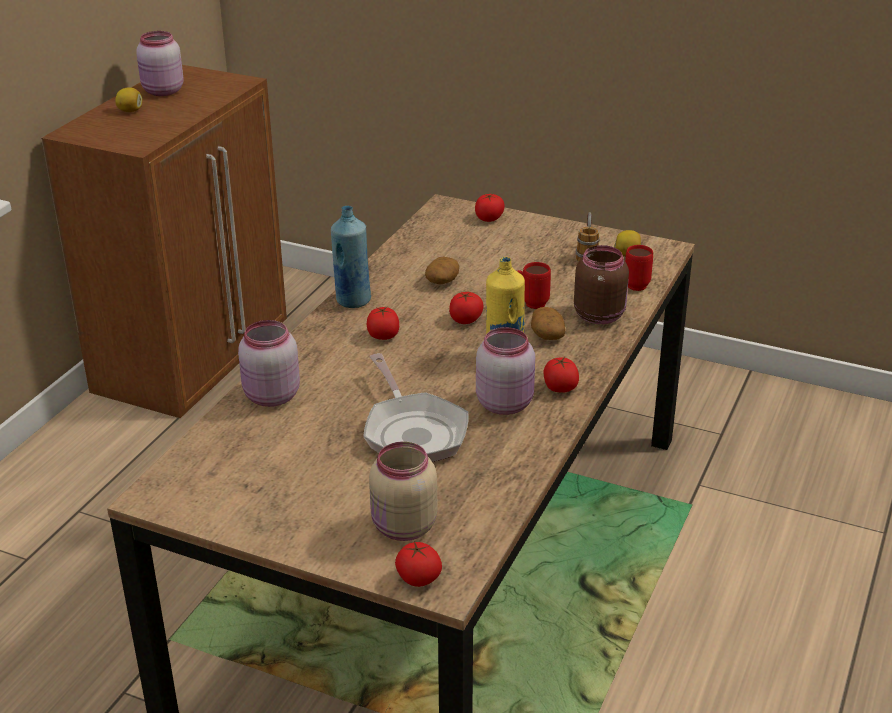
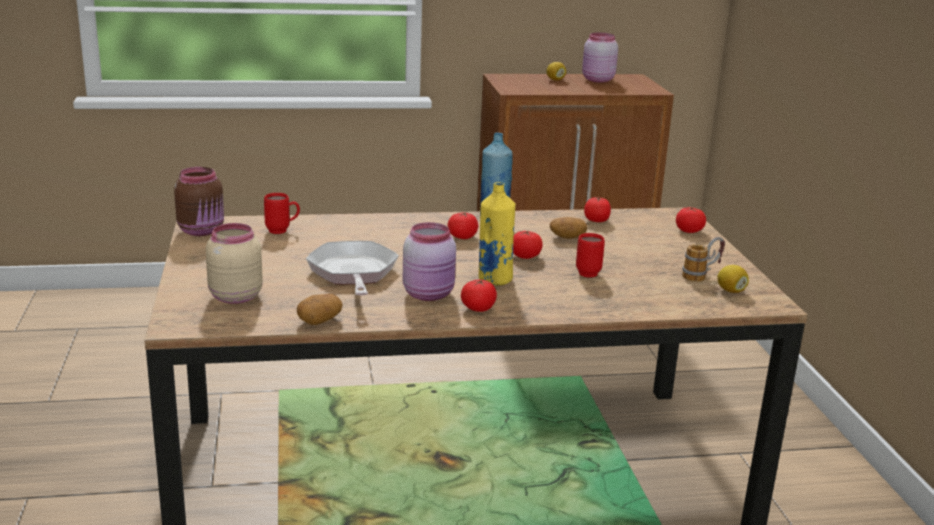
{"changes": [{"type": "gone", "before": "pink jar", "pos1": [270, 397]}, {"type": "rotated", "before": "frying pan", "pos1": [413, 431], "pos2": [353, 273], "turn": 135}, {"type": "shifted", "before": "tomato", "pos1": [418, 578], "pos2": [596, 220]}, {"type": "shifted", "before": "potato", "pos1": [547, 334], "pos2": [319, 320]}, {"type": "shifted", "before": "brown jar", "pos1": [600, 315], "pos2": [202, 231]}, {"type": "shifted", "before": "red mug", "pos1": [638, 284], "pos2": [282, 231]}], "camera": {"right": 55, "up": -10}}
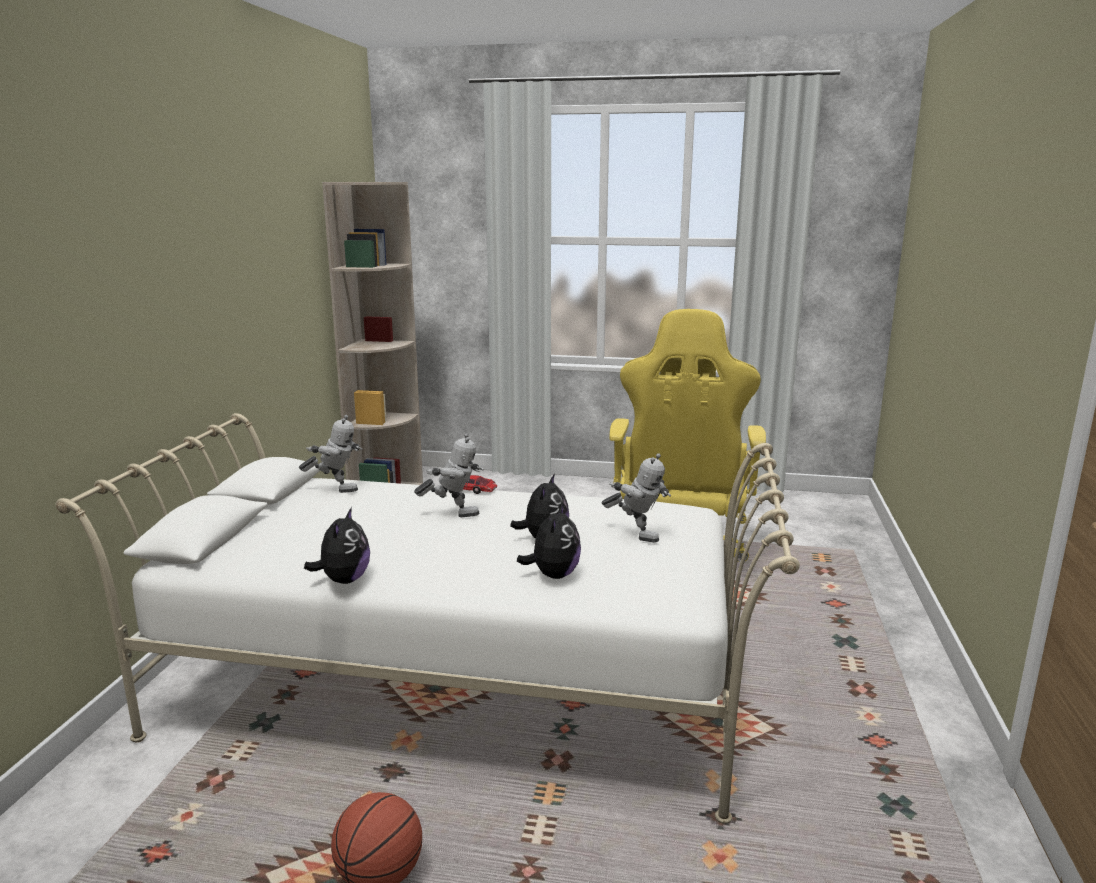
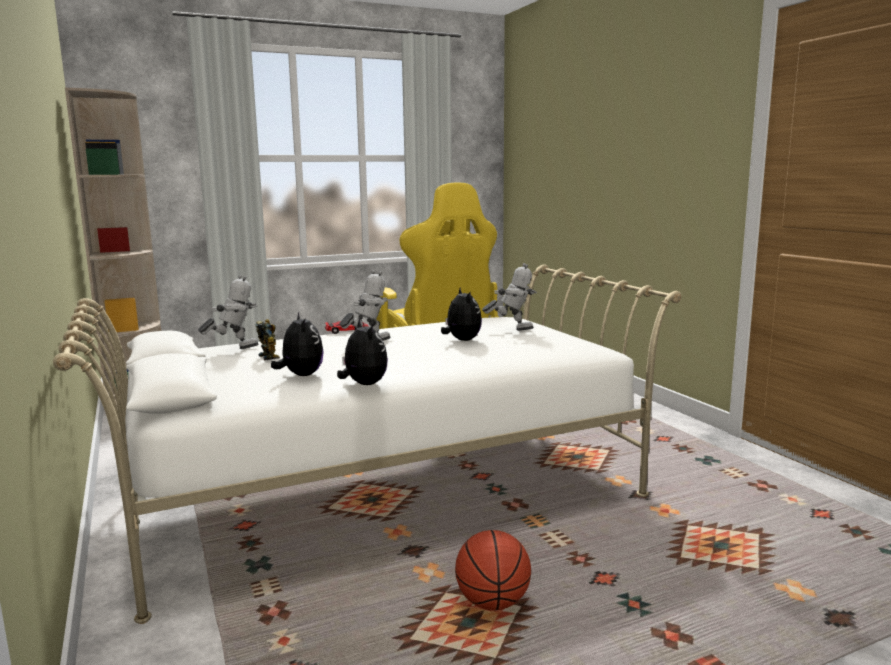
{"changes": [{"type": "shifted", "before": "plush toy", "pos1": [553, 575], "pos2": [300, 375]}, {"type": "new", "after": "toy robot", "pos2": [271, 356]}], "camera": {"right": -35, "up": -5}}
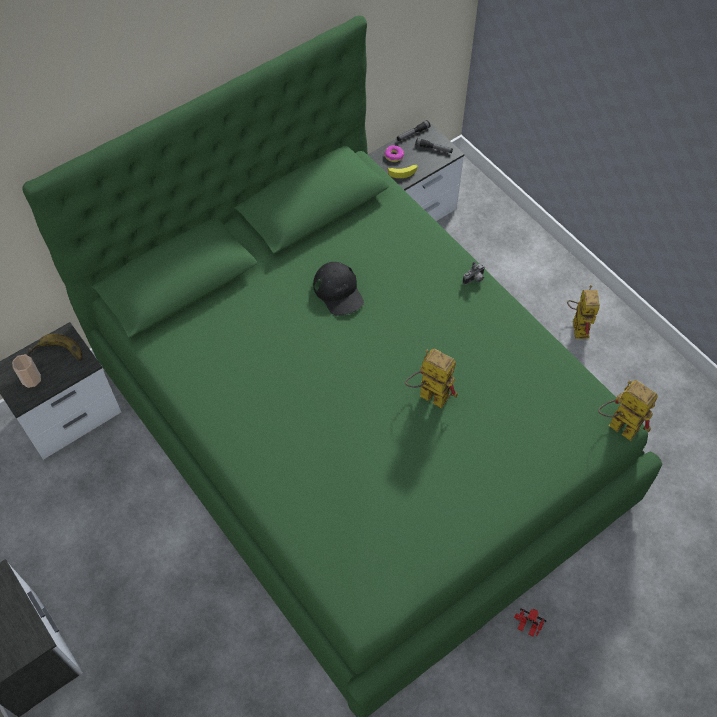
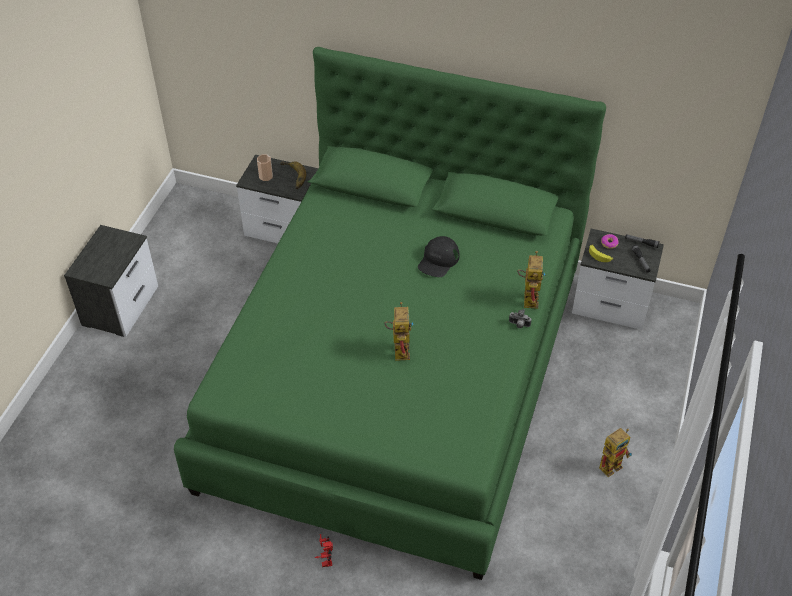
{"changes": [{"type": "shifted", "before": "toy robot", "pos1": [616, 425], "pos2": [528, 296]}], "camera": {"right": 55, "up": -10}}
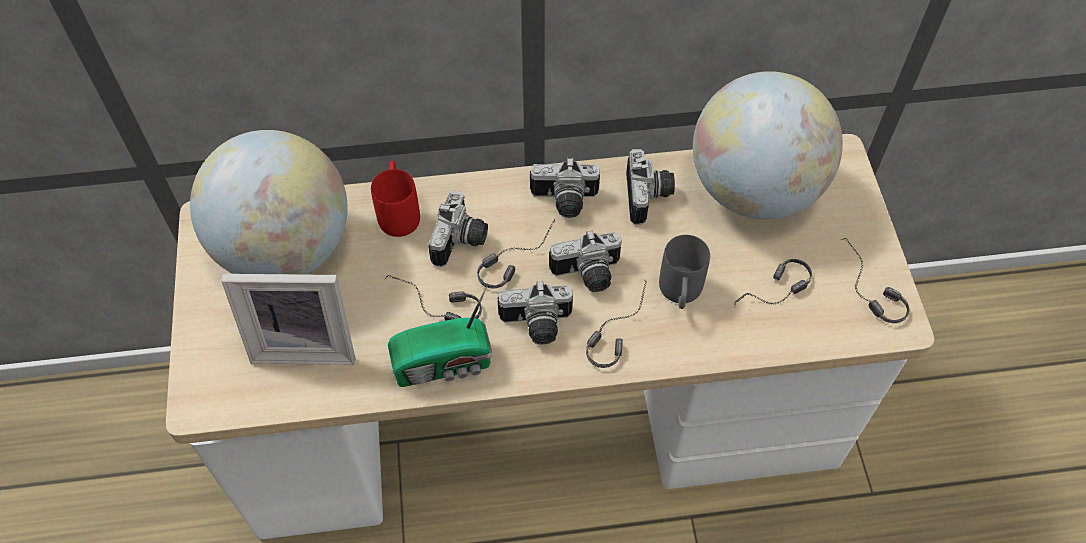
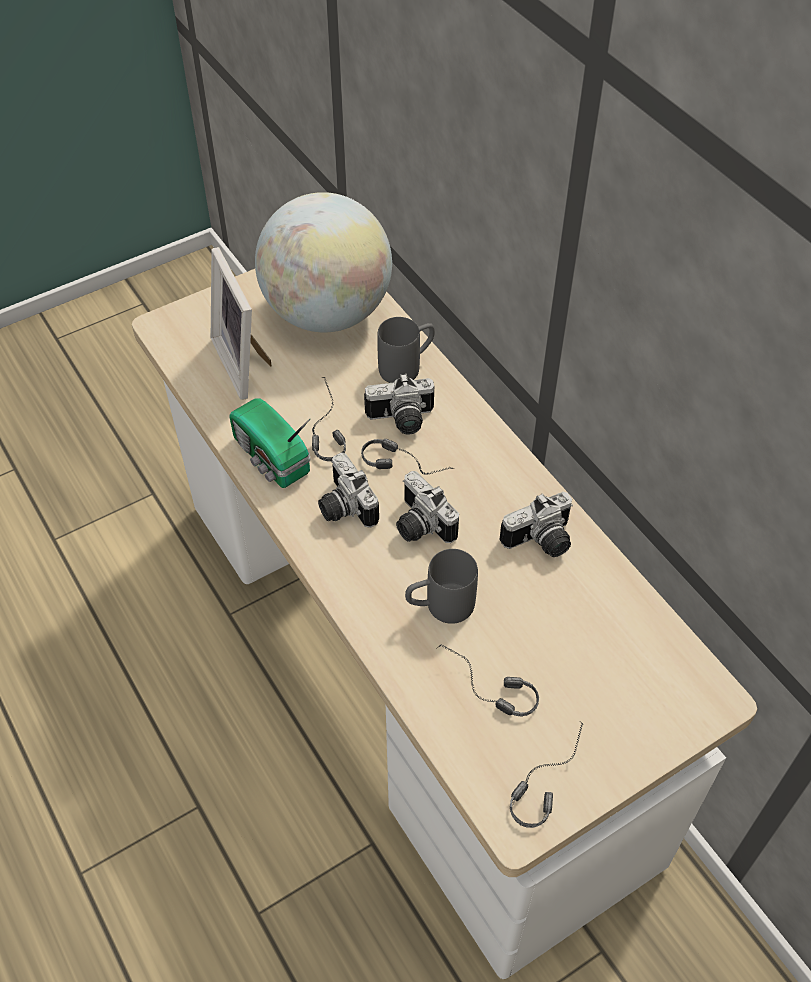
{"changes": [{"type": "repainted", "before": "red mug", "after": "grey mug", "pos1": [398, 211], "pos2": [407, 366]}, {"type": "gone", "before": "photo camera", "pos1": [564, 202]}, {"type": "gone", "before": "headphones", "pos1": [614, 327]}, {"type": "gone", "before": "globe", "pos1": [754, 190]}], "camera": {"right": 65, "up": -5}}
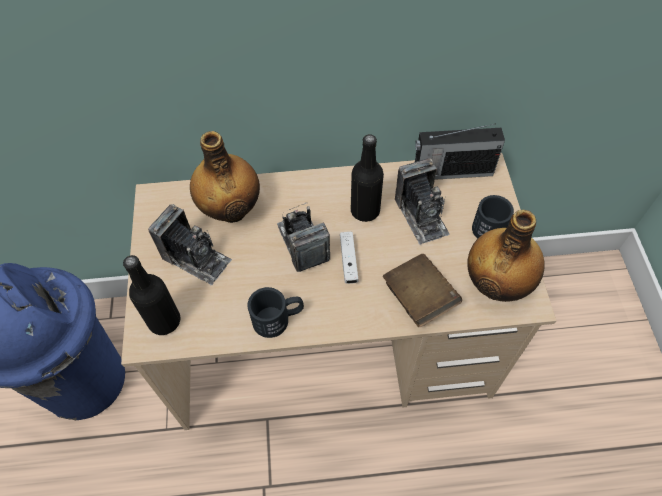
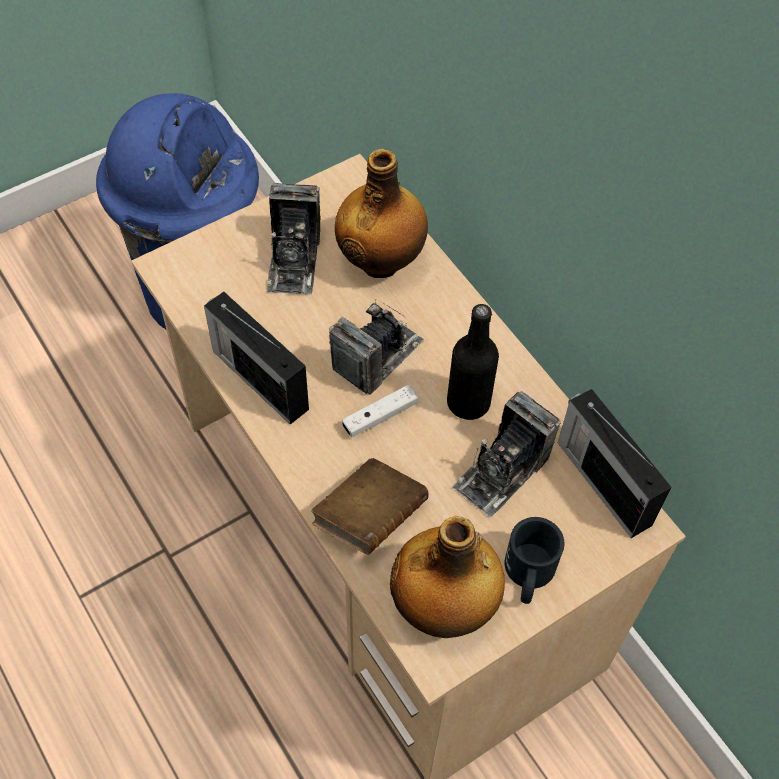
{"changes": [{"type": "gone", "before": "black bottle", "pos1": [164, 321]}, {"type": "swapped", "before": "black mug", "after": "radio", "pos1": [278, 319], "pos2": [259, 378]}], "camera": {"right": 60, "up": 0}}
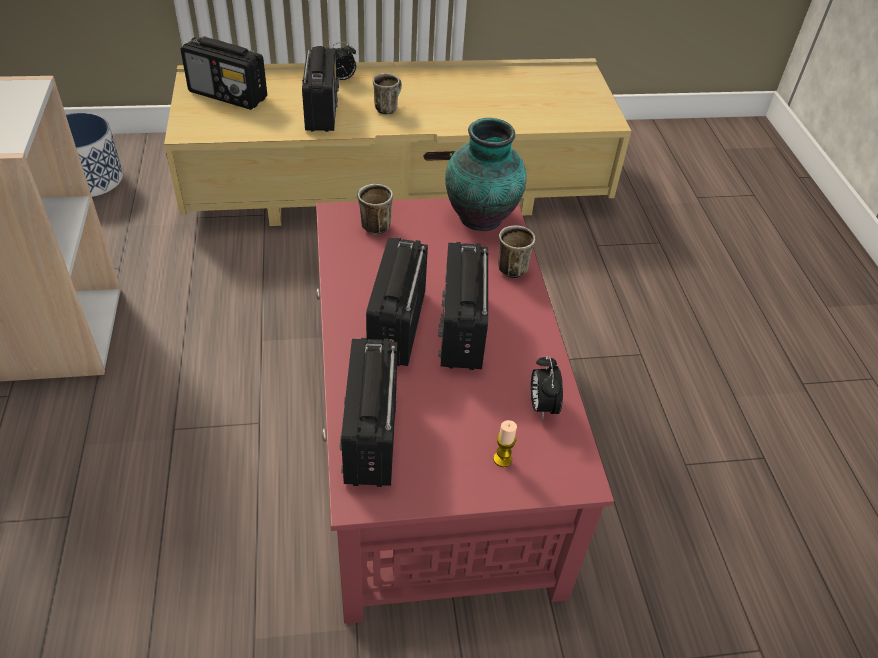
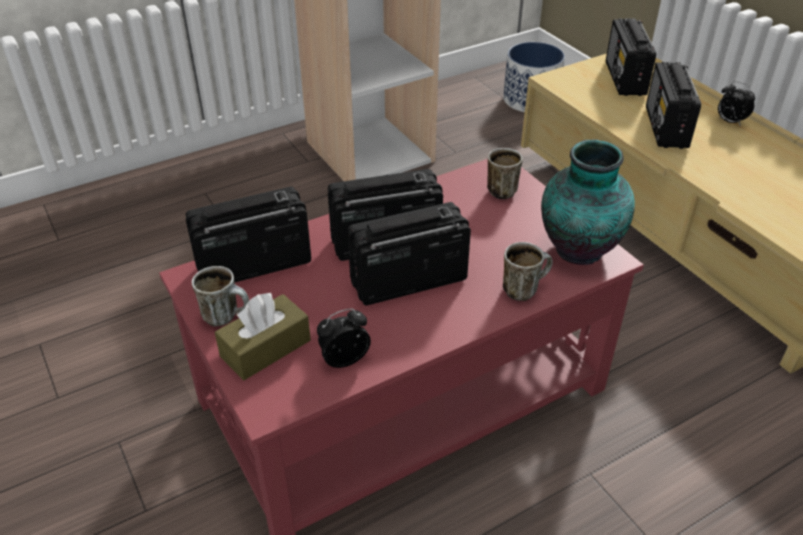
{"changes": [{"type": "rotated", "before": "radio", "pos1": [322, 111], "pos2": [666, 128], "turn": 120}, {"type": "shifted", "before": "mug", "pos1": [387, 107], "pos2": [227, 316]}, {"type": "swapped", "before": "candle", "after": "brown tissue box", "pos1": [502, 459], "pos2": [265, 348]}], "camera": {"right": 70, "up": -5}}
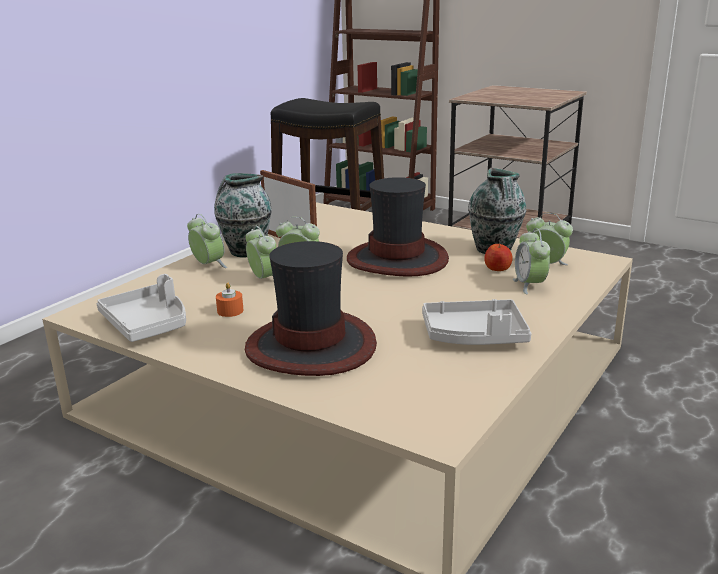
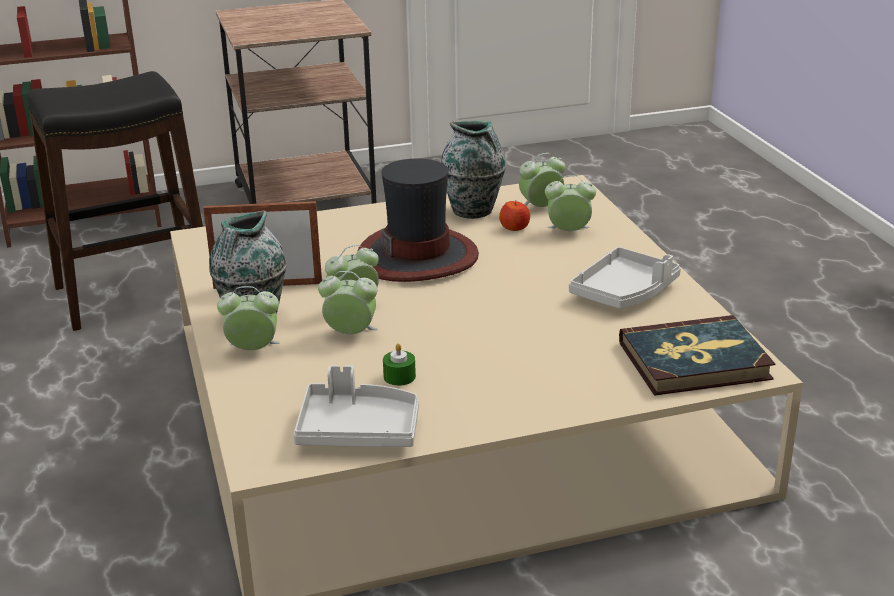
{"changes": [{"type": "repainted", "before": "orange candle", "after": "green candle", "pos1": [230, 311], "pos2": [399, 377]}, {"type": "gone", "before": "hat", "pos1": [311, 346]}, {"type": "rotated", "before": "alarm clock", "pos1": [530, 285], "pos2": [568, 232], "turn": 150}, {"type": "new", "after": "book", "pos2": [694, 361]}], "camera": {"right": -50, "up": 5}}
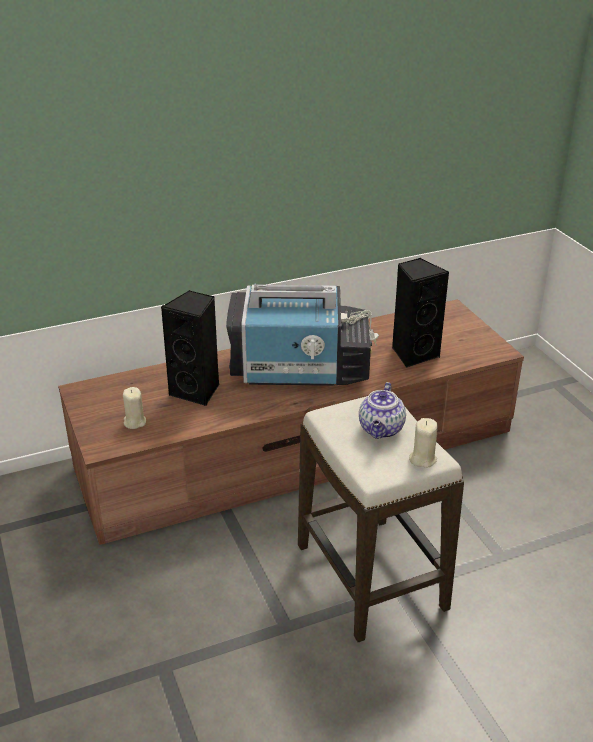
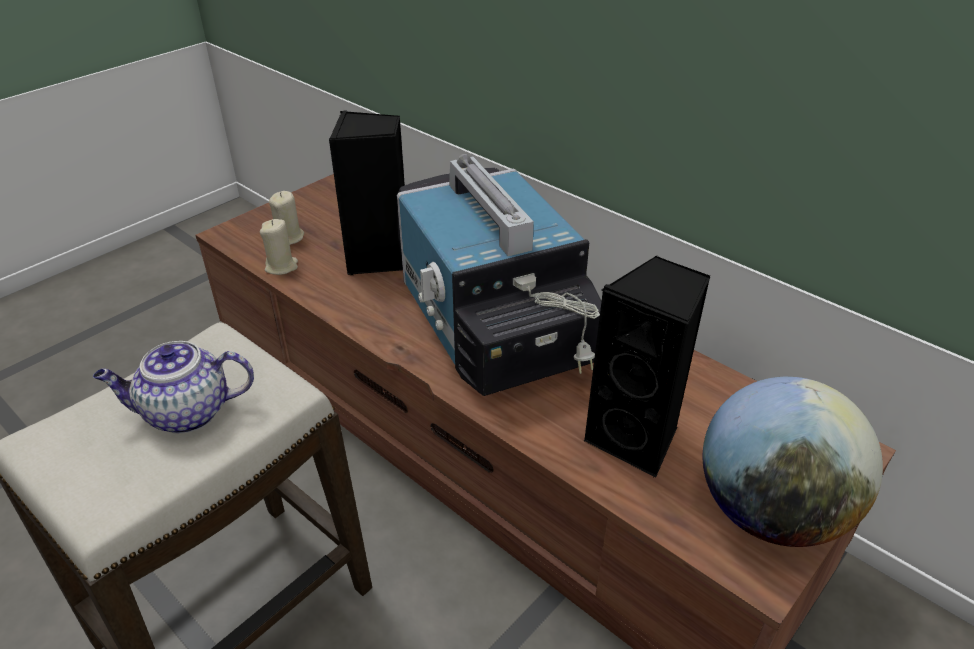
{"changes": [{"type": "shifted", "before": "beige candle", "pos1": [422, 459], "pos2": [281, 267]}, {"type": "new", "after": "globe", "pos2": [770, 512]}], "camera": {"right": 65, "up": 5}}
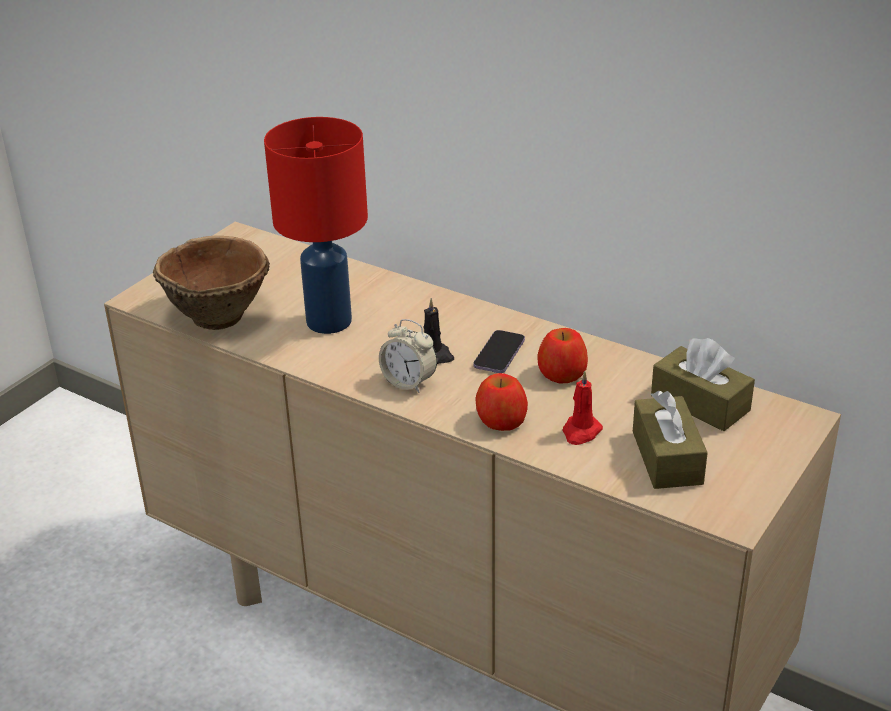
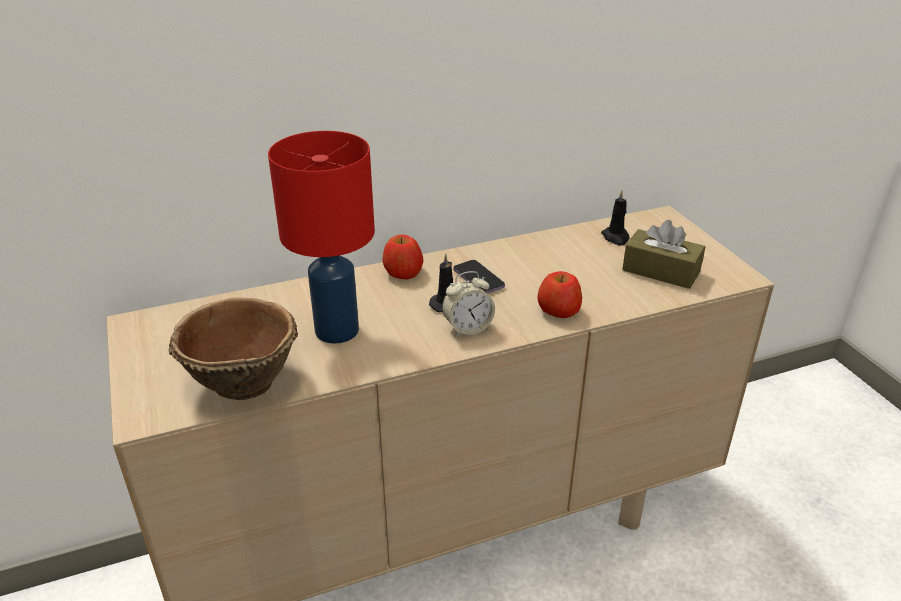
{"changes": [{"type": "shifted", "before": "apple", "pos1": [562, 373], "pos2": [403, 272]}, {"type": "gone", "before": "red candle", "pos1": [581, 432]}, {"type": "swapped", "before": "brown tissue box", "after": "black candle", "pos1": [700, 403], "pos2": [616, 237]}], "camera": {"right": -55, "up": 0}}
